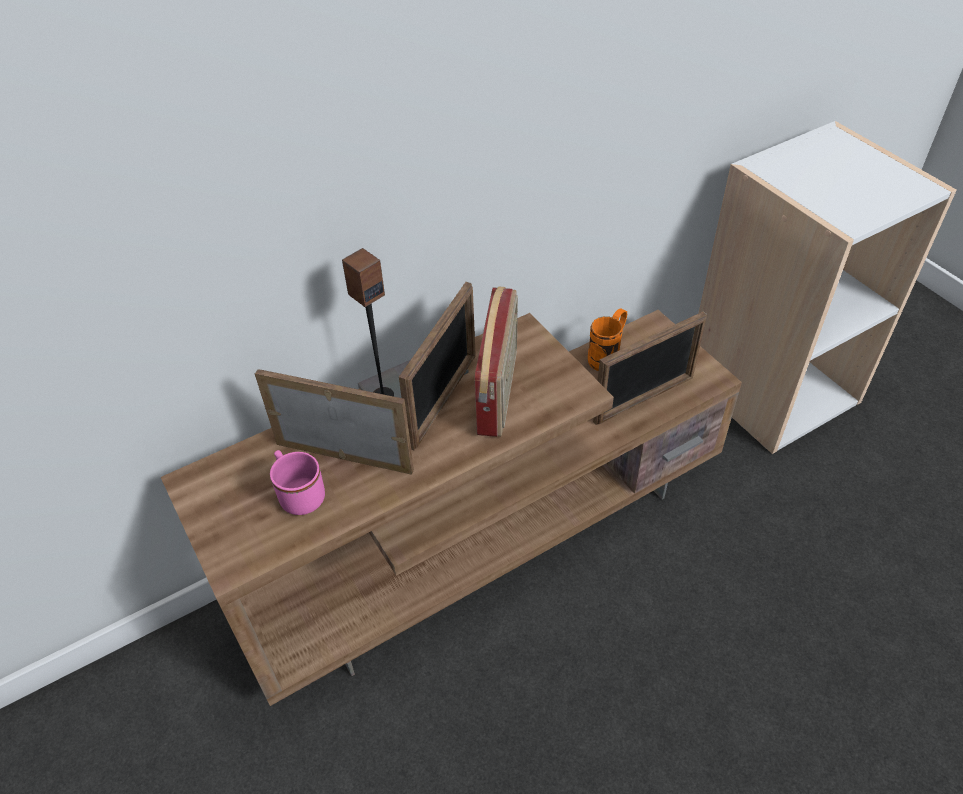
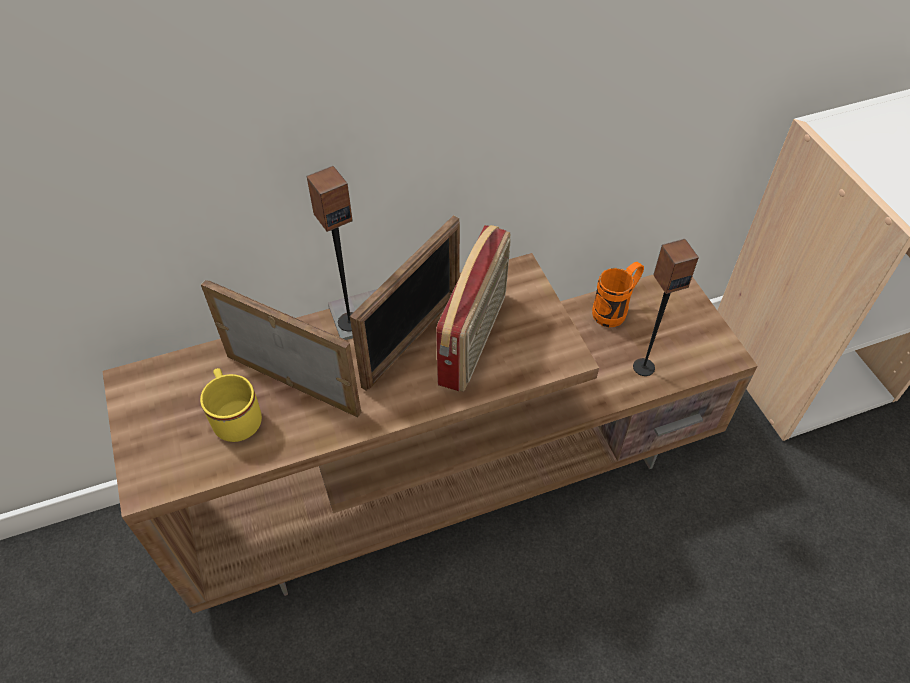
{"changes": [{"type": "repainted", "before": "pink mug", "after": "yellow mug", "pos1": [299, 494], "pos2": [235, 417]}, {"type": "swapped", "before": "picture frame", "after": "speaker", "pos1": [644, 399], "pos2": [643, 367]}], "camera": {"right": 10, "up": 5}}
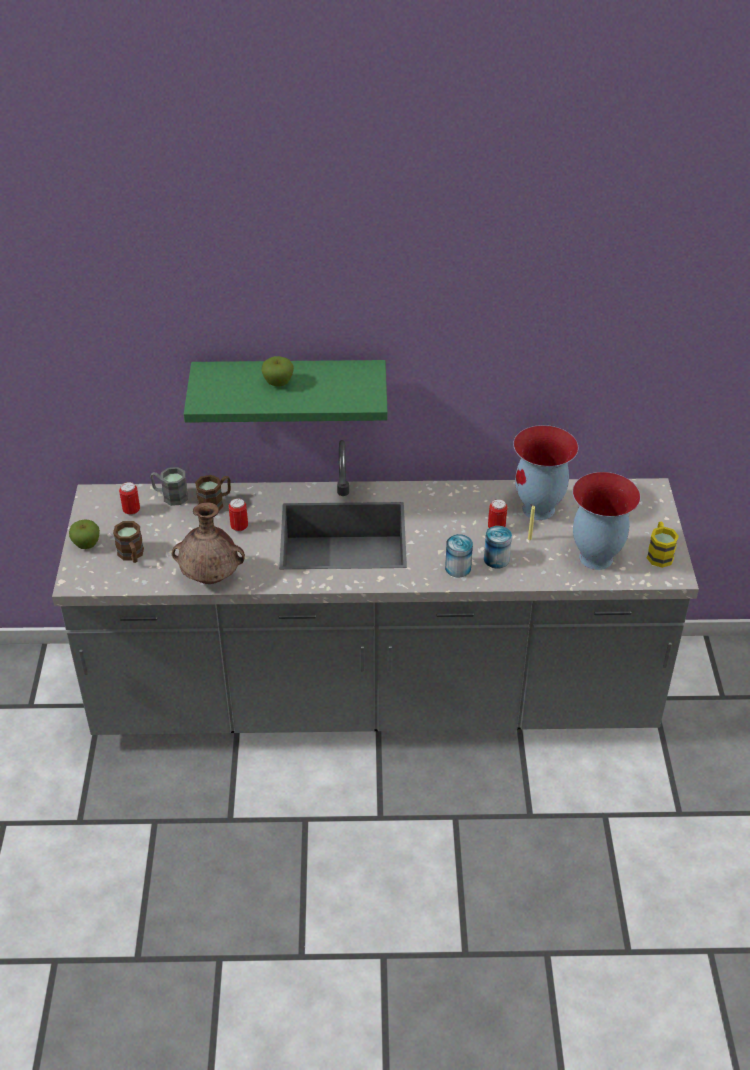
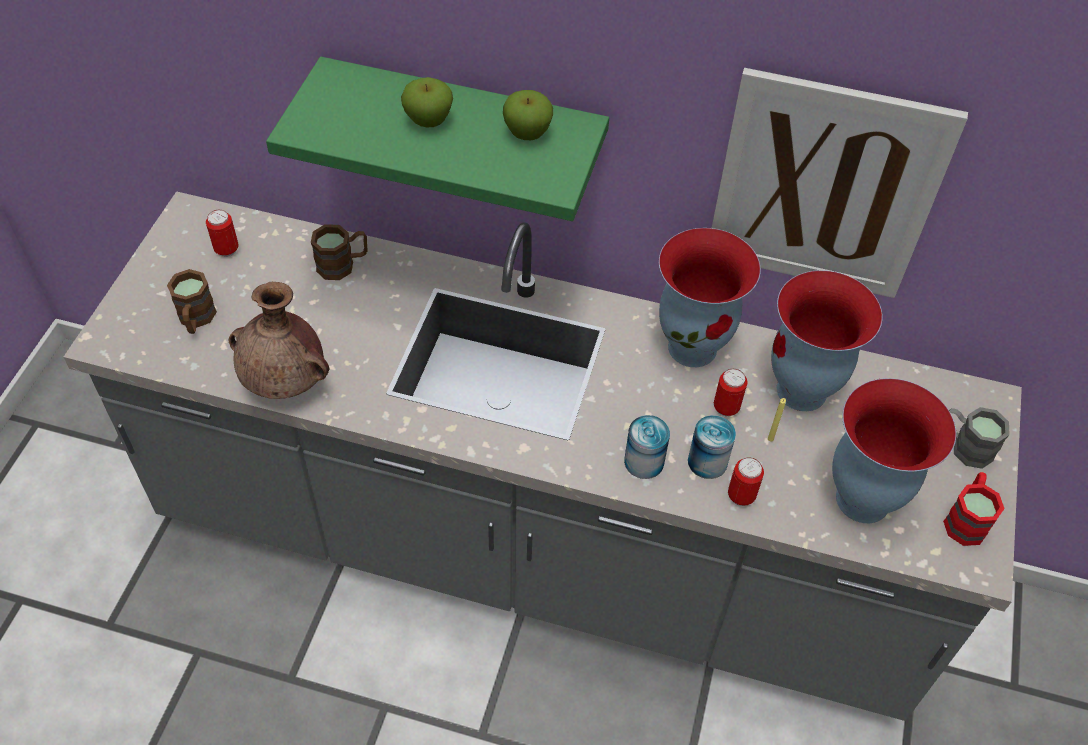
{"changes": [{"type": "shifted", "before": "apple", "pos1": [87, 545], "pos2": [527, 133]}, {"type": "shifted", "before": "grey mug", "pos1": [170, 496], "pos2": [964, 446]}, {"type": "shifted", "before": "can", "pos1": [239, 527], "pos2": [741, 496]}, {"type": "repainted", "before": "yellow mug", "after": "red mug", "pos1": [659, 553], "pos2": [966, 519]}, {"type": "new", "after": "vase", "pos2": [693, 347]}, {"type": "new", "after": "picture", "pos2": [825, 187]}], "camera": {"right": 15, "up": 10}}
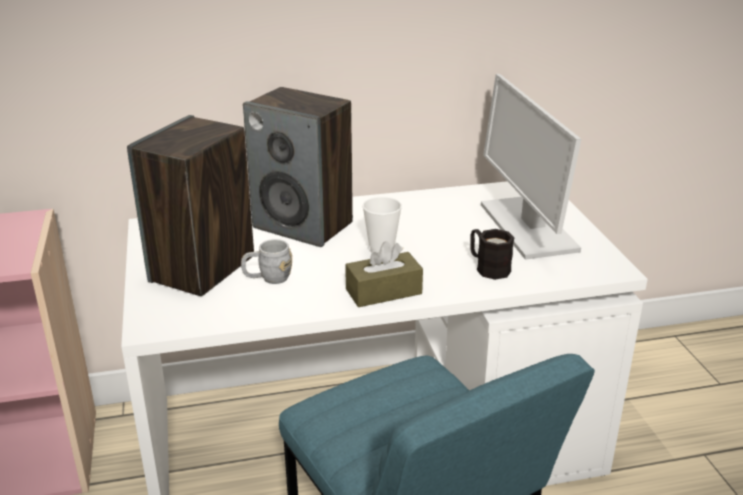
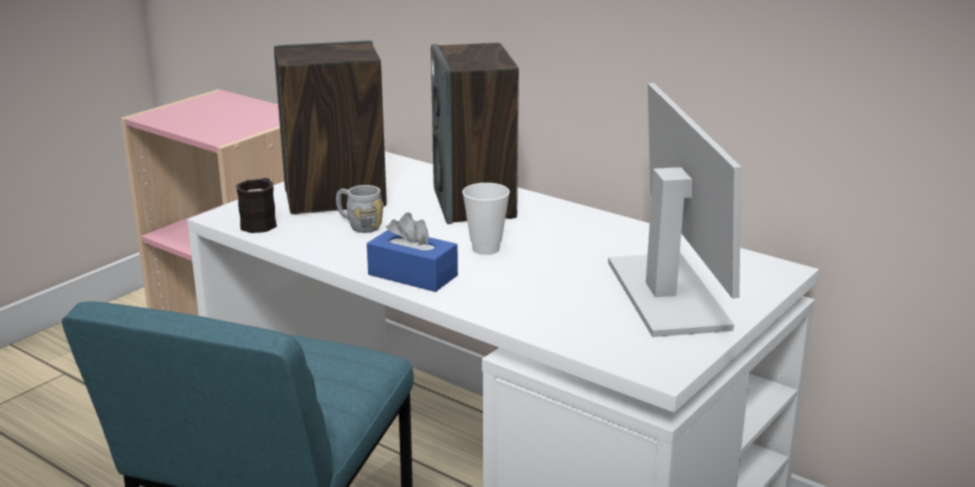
{"changes": [{"type": "repainted", "before": "brown tissue box", "after": "blue tissue box", "pos1": [383, 291], "pos2": [412, 275]}, {"type": "shifted", "before": "black mug", "pos1": [488, 267], "pos2": [261, 222]}, {"type": "rotated", "before": "monitor", "pos1": [526, 227], "pos2": [668, 295], "turn": 135}], "camera": {"right": 50, "up": -5}}
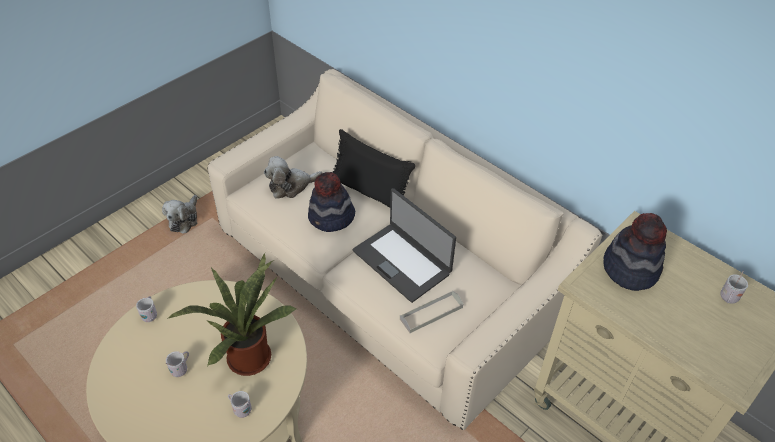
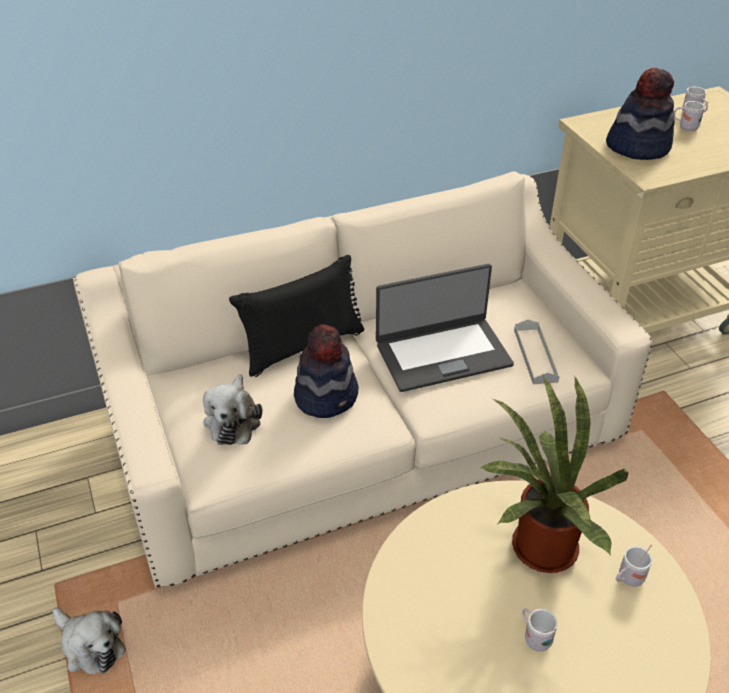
{"changes": [{"type": "shifted", "before": "white mug", "pos1": [150, 314], "pos2": [685, 127]}], "camera": {"right": -65, "up": -5}}
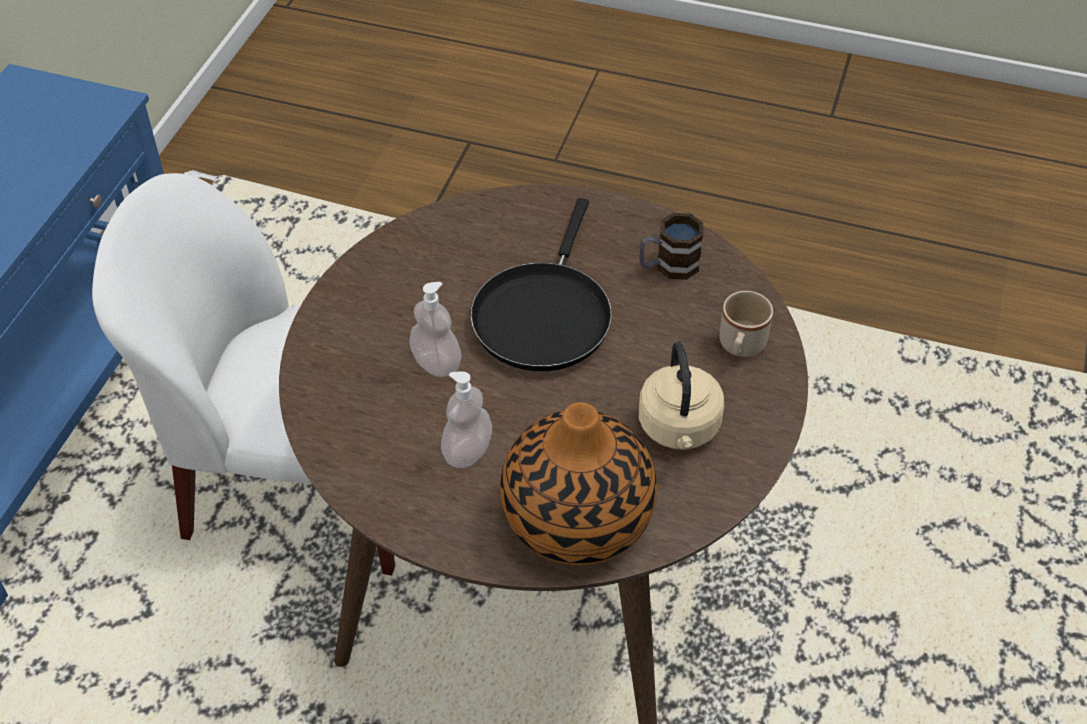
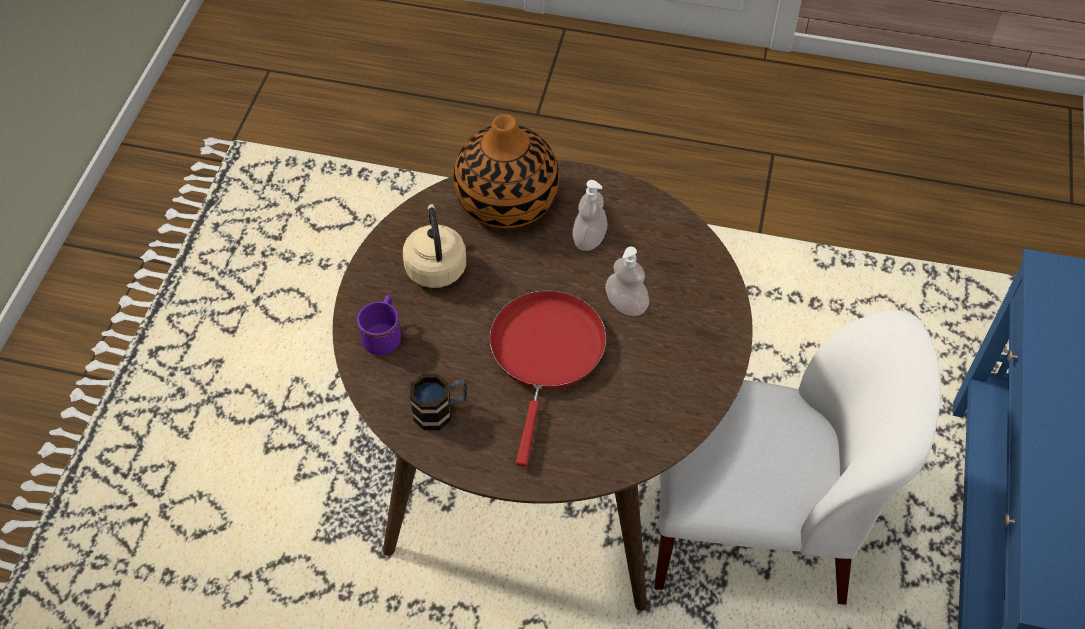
{"changes": [{"type": "repainted", "before": "black frying pan", "after": "red frying pan", "pos1": [543, 315], "pos2": [546, 354]}, {"type": "repainted", "before": "beige mug", "after": "purple mug", "pos1": [740, 347], "pos2": [384, 336]}], "camera": {"right": 175, "up": 5}}
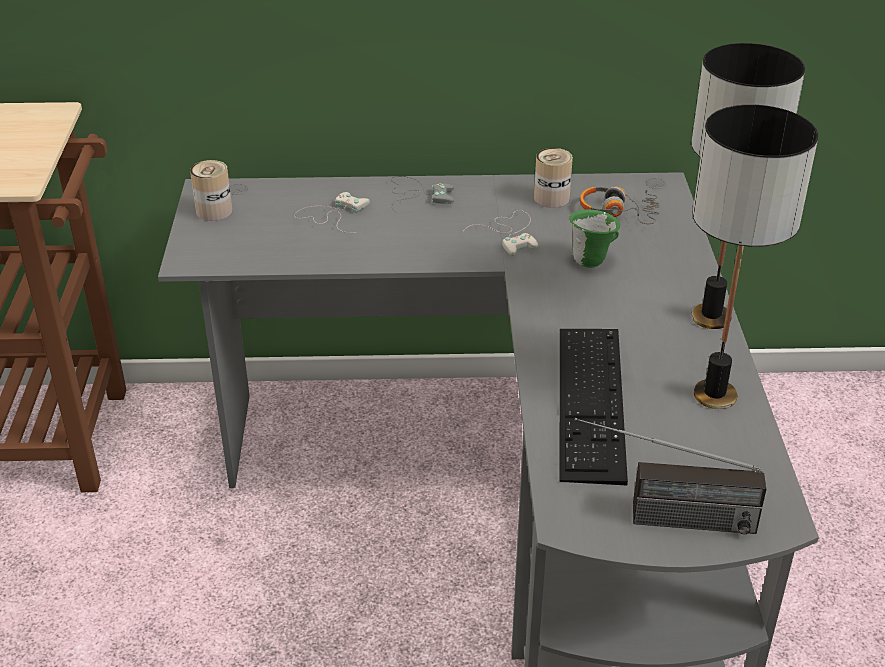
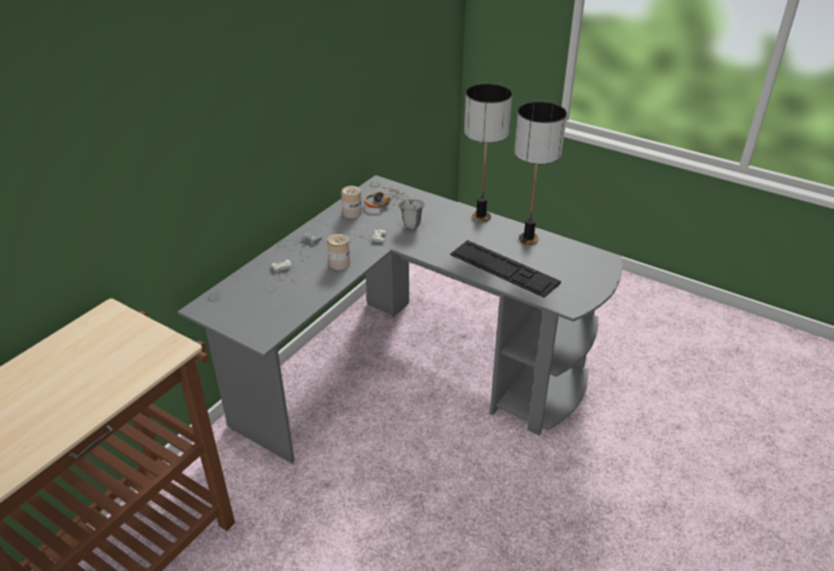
{"changes": [{"type": "shifted", "before": "can", "pos1": [214, 211], "pos2": [339, 263]}, {"type": "repainted", "before": "green mug", "after": "grey mug", "pos1": [591, 261], "pos2": [411, 225]}, {"type": "gone", "before": "radio", "pos1": [660, 518]}], "camera": {"right": -55, "up": 0}}
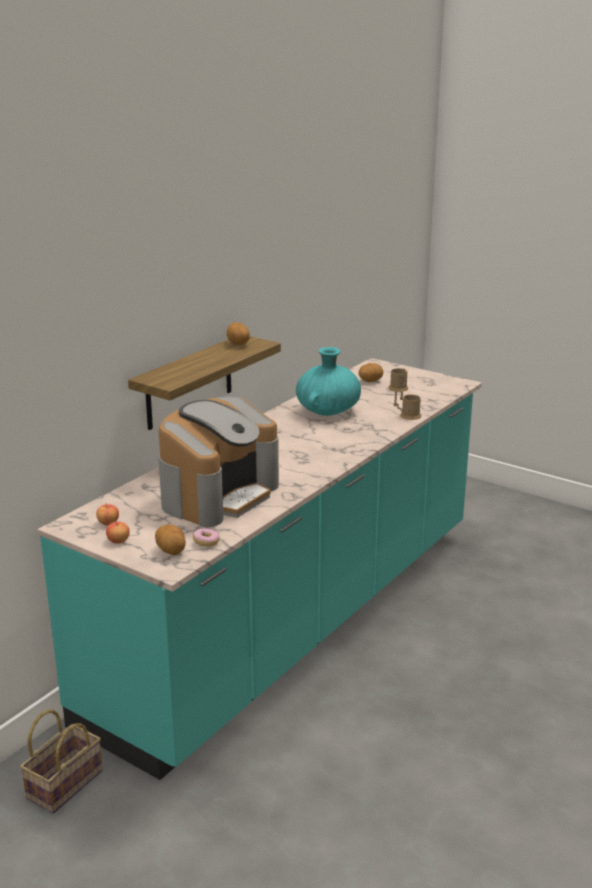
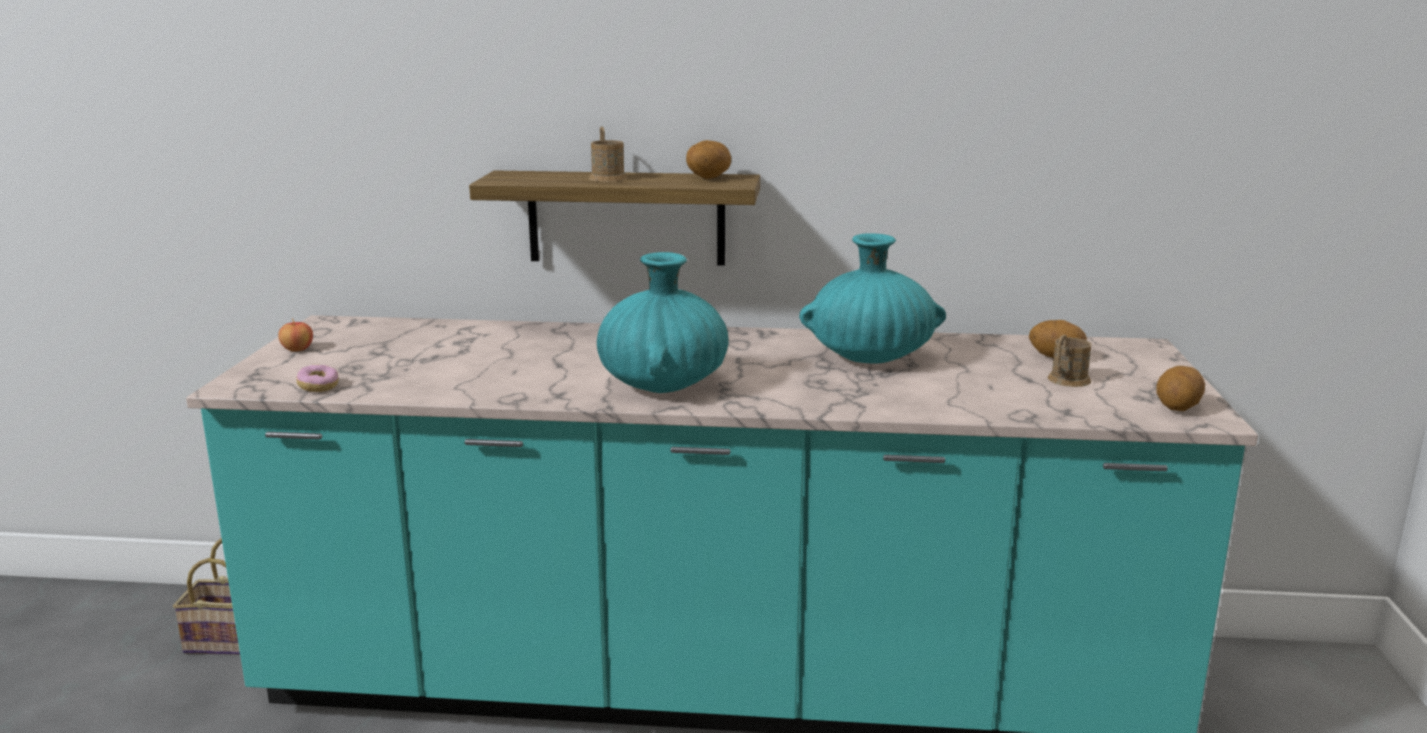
{"changes": [{"type": "gone", "before": "apple", "pos1": [108, 523]}, {"type": "shifted", "before": "potato", "pos1": [171, 551], "pos2": [1177, 408]}, {"type": "gone", "before": "coffee machine", "pos1": [218, 495]}, {"type": "shifted", "before": "brown mug", "pos1": [407, 415], "pos2": [607, 177]}, {"type": "new", "after": "turquoise vase", "pos2": [664, 385]}], "camera": {"right": 60, "up": -5}}
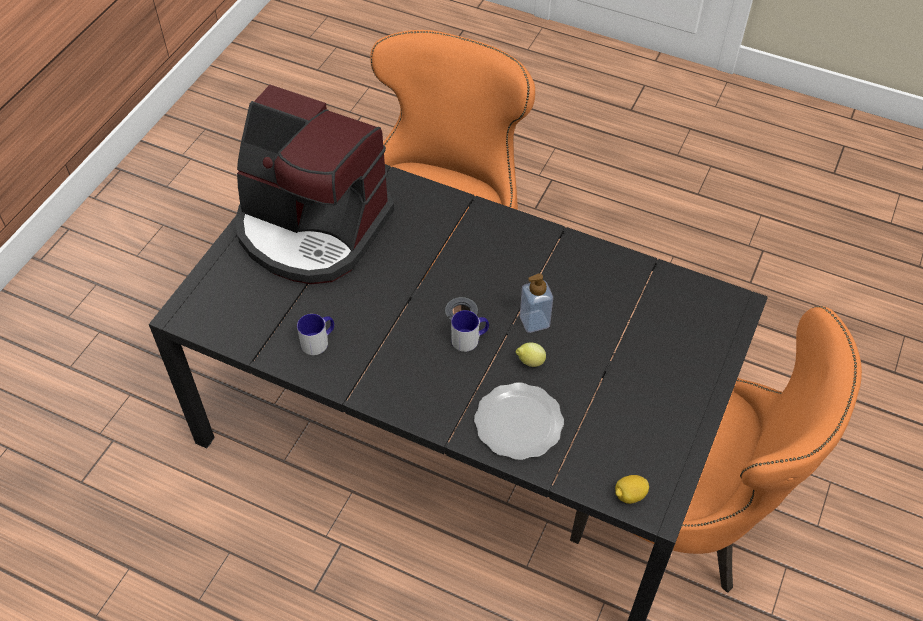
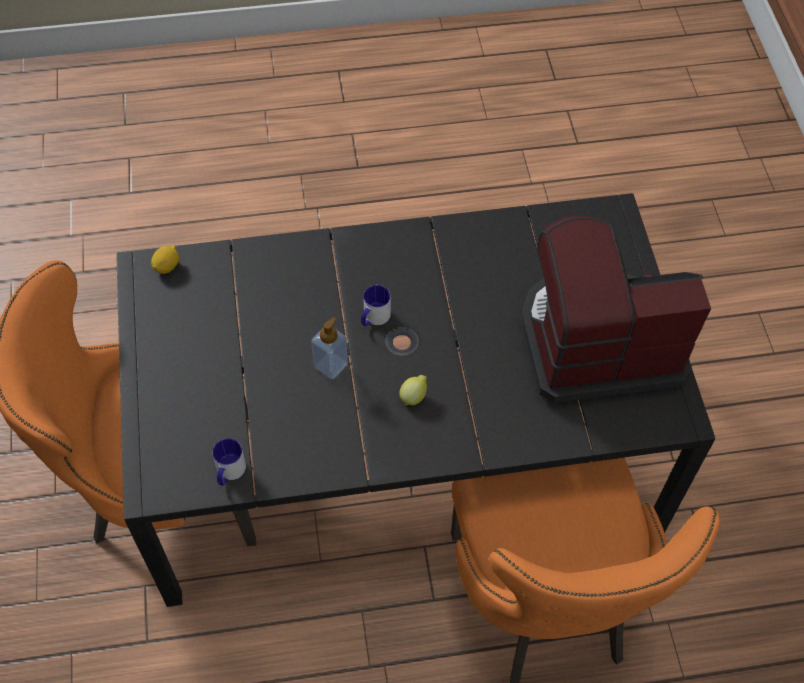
{"changes": [{"type": "shifted", "before": "mug", "pos1": [319, 341], "pos2": [229, 472]}, {"type": "gone", "before": "plate", "pos1": [519, 422]}, {"type": "shifted", "before": "lemon", "pos1": [529, 362], "pos2": [414, 396]}], "camera": {"right": 145, "up": 5}}
